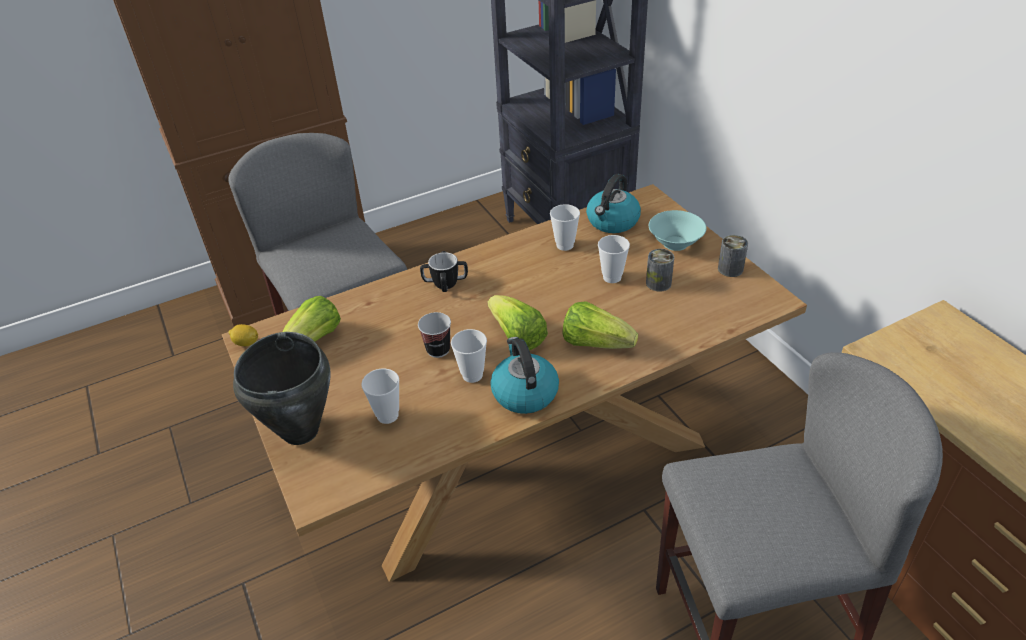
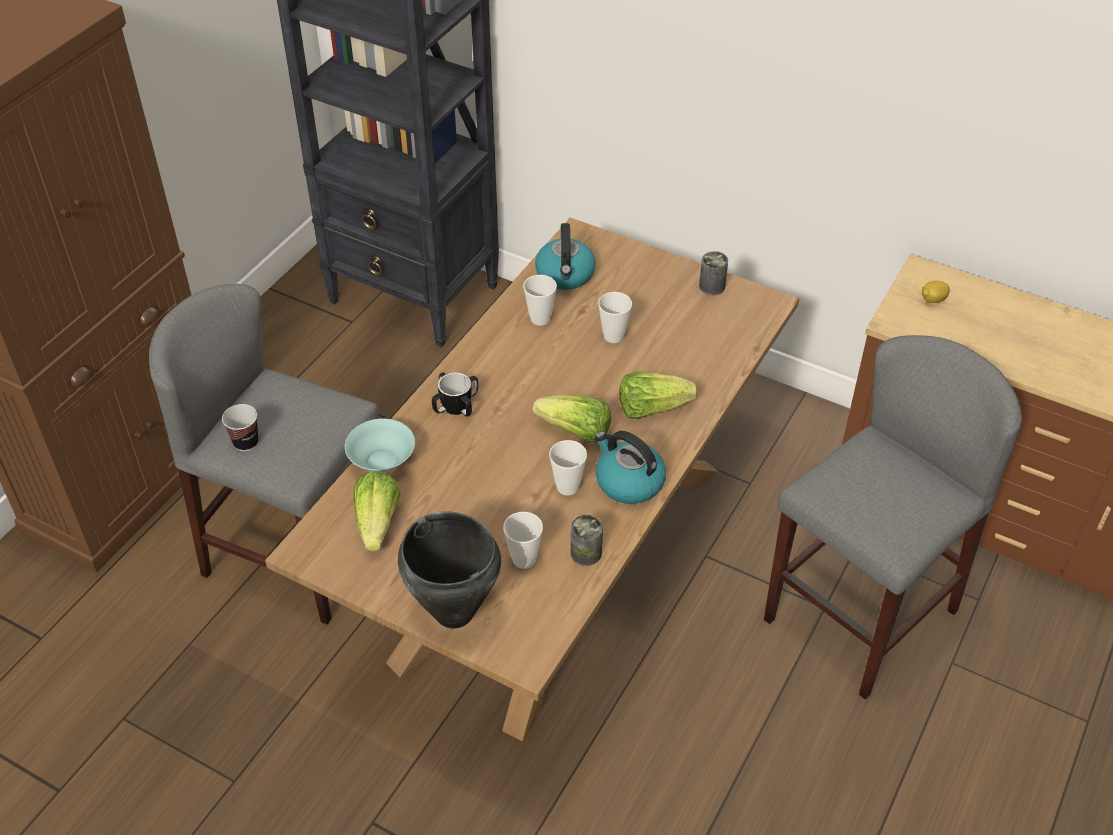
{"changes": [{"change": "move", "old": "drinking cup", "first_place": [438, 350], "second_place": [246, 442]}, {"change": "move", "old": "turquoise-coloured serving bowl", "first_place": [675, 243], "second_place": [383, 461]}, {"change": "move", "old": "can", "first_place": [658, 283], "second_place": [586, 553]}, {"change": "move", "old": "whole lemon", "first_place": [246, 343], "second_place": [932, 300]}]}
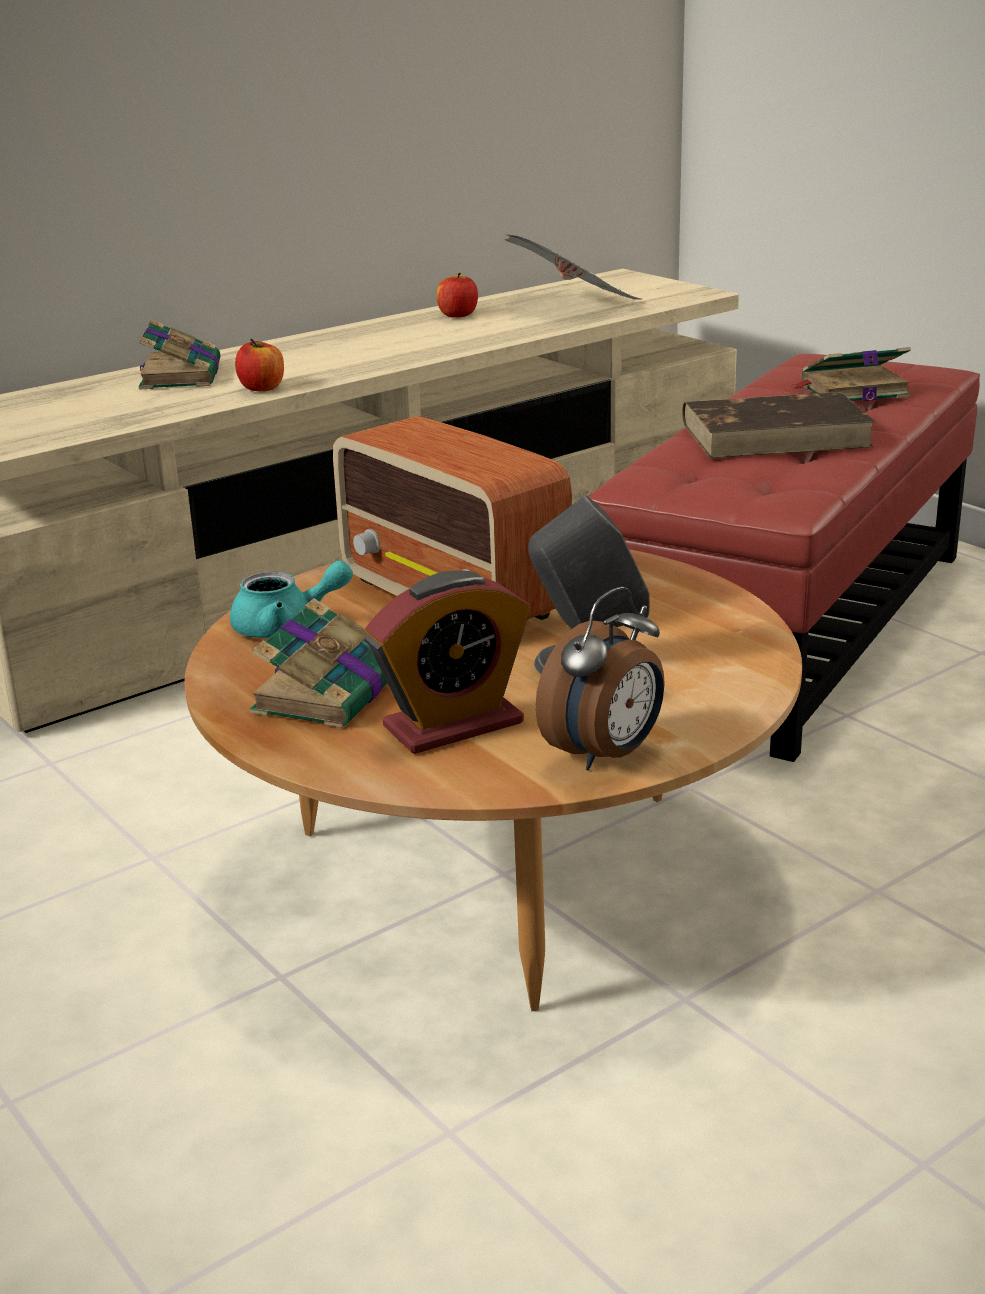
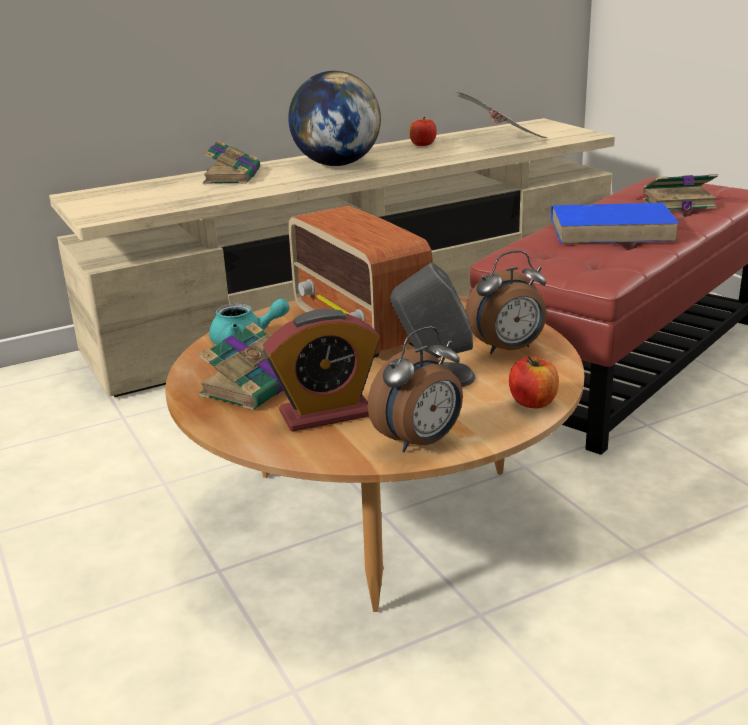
{"changes": [{"change": "insert", "new": "world globe", "second_place": [336, 164]}, {"change": "insert", "new": "alarm clock", "second_place": [508, 349]}, {"change": "move", "old": "apple", "first_place": [262, 388], "second_place": [533, 402]}, {"change": "recolor", "old": "brownish volume", "new": "blue-coloured volume", "first_place": [777, 434], "second_place": [613, 230]}]}
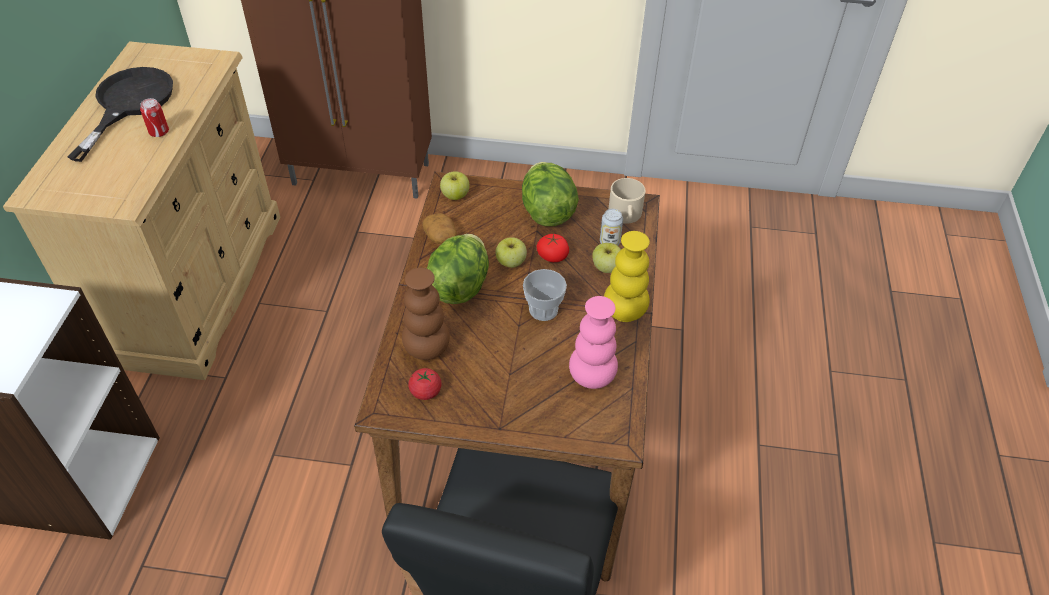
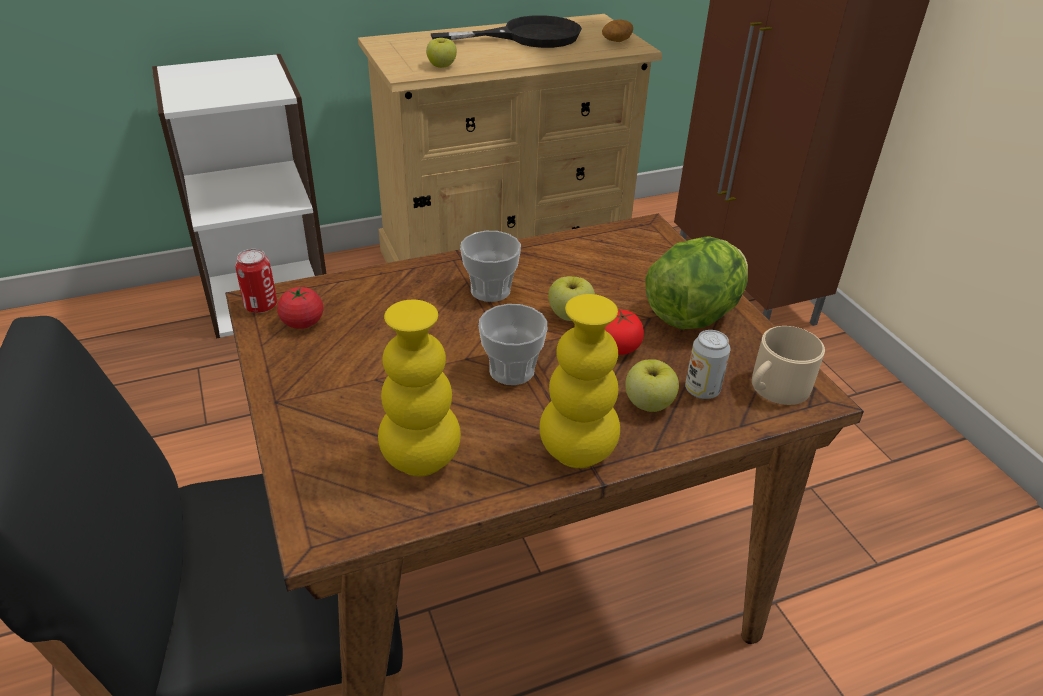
{"changes": [{"change": "move", "old": "can", "first_place": [159, 132], "second_place": [261, 306]}, {"change": "recolor", "old": "pink-coloured vase", "new": "yellow-coloured vase", "first_place": [591, 377], "second_place": [421, 460]}, {"change": "move", "old": "apple", "first_place": [455, 195], "second_place": [442, 66]}, {"change": "replace", "old": "lettuce", "new": "drinking cup", "first_place": [459, 287], "second_place": [490, 290]}, {"change": "move", "old": "potato", "first_place": [441, 237], "second_place": [616, 41]}, {"change": "delete", "old": "brownish vase", "first_place": [427, 349]}]}
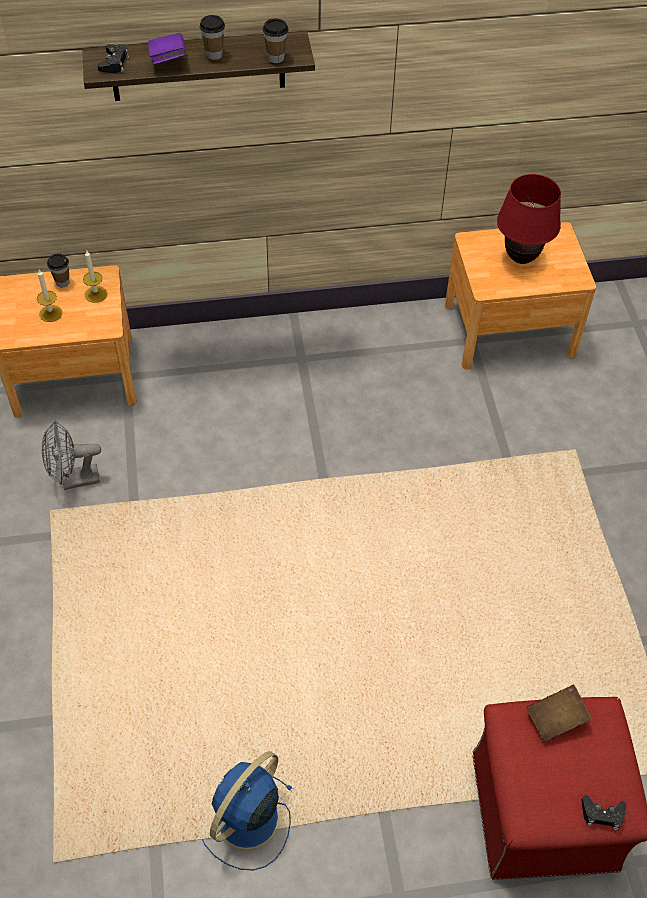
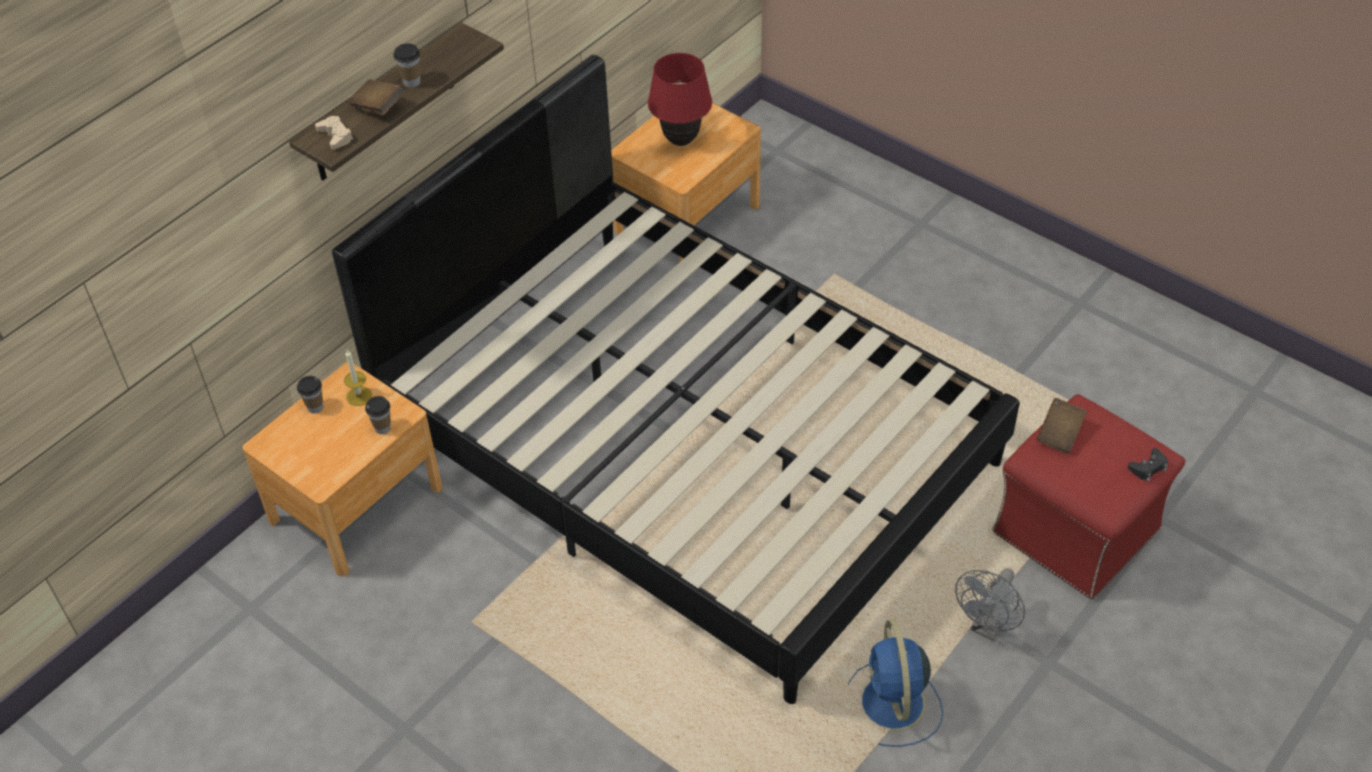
{"changes": [{"change": "recolor", "old": "black joypad", "new": "beige-coloured joypad", "first_place": [114, 63], "second_place": [335, 136]}, {"change": "insert", "new": "black bed", "second_place": [688, 444]}, {"change": "recolor", "old": "purplish volume", "new": "brownish volume", "first_place": [168, 60], "second_place": [378, 108]}, {"change": "move", "old": "drinking cup", "first_place": [276, 58], "second_place": [383, 428]}, {"change": "move", "old": "grey fan", "first_place": [74, 480], "second_place": [987, 627]}, {"change": "delete", "old": "candle", "first_place": [50, 313]}]}
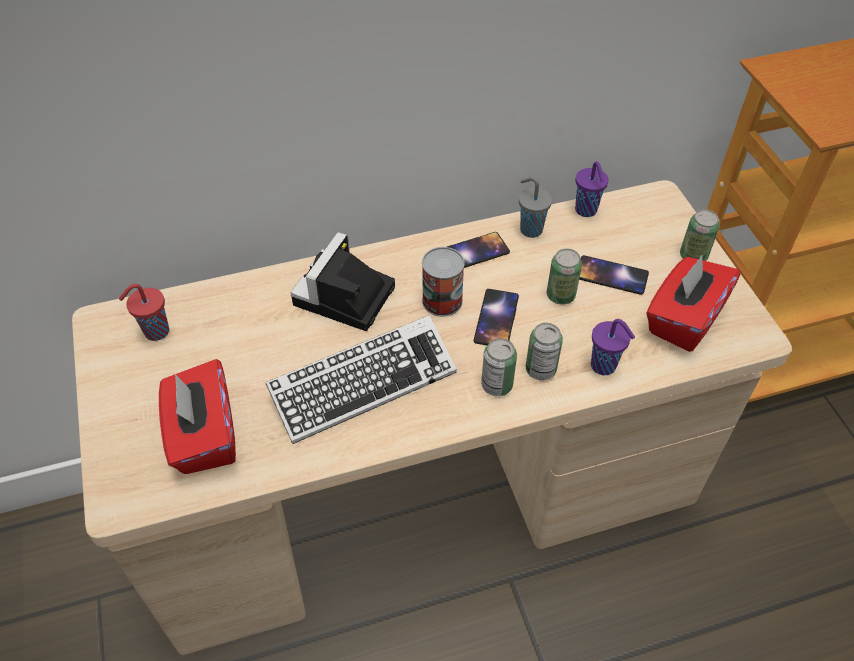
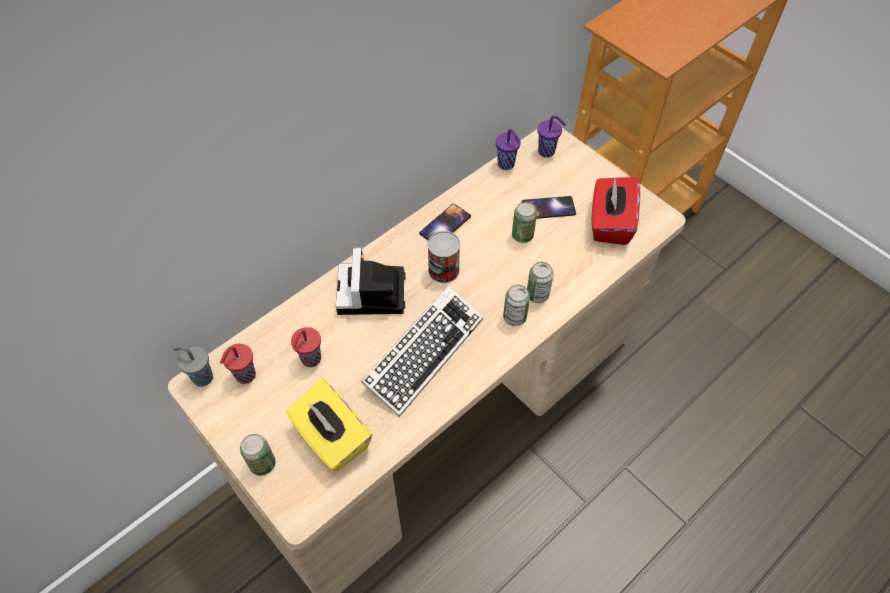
{"changes": [{"change": "move", "old": "grey drinking cup", "first_place": [530, 229], "second_place": [201, 377]}, {"change": "move", "old": "can", "first_place": [693, 256], "second_place": [262, 464]}, {"change": "recolor", "old": "red-coloured box of tissues", "new": "yellow-coloured box of tissues", "first_place": [204, 436], "second_place": [332, 438]}, {"change": "insert", "new": "red-coloured drinking cup", "second_place": [310, 360]}, {"change": "move", "old": "purplish drinking cup", "first_place": [604, 366], "second_place": [547, 152]}, {"change": "delete", "old": "handset", "first_place": [496, 318]}]}
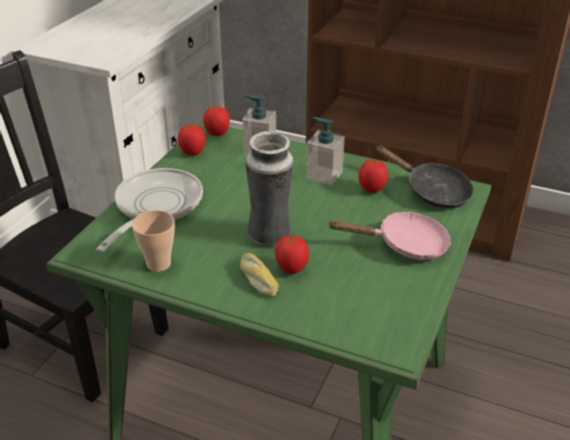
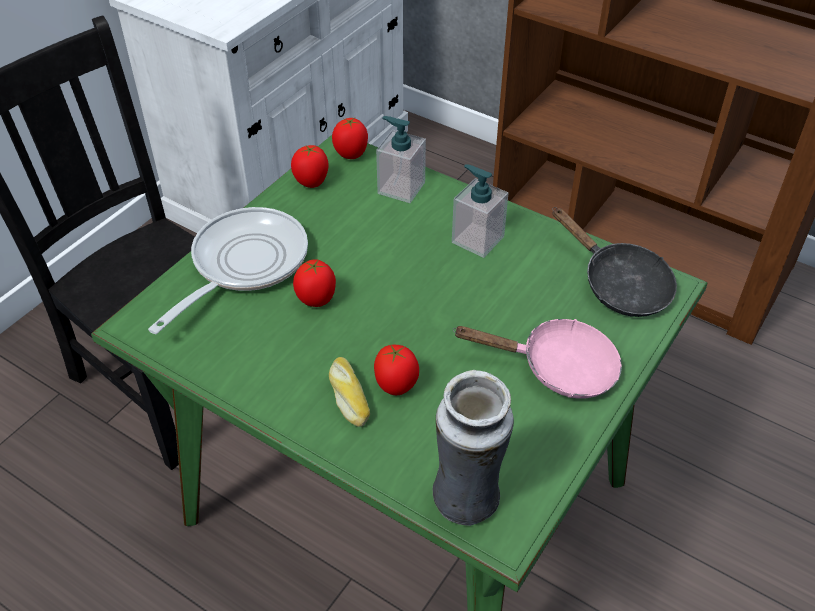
{"changes": [{"change": "move", "old": "whole tomato", "first_place": [372, 190], "second_place": [317, 300]}, {"change": "move", "old": "vase", "first_place": [270, 236], "second_place": [466, 502]}, {"change": "delete", "old": "drinking cup", "first_place": [158, 264]}]}
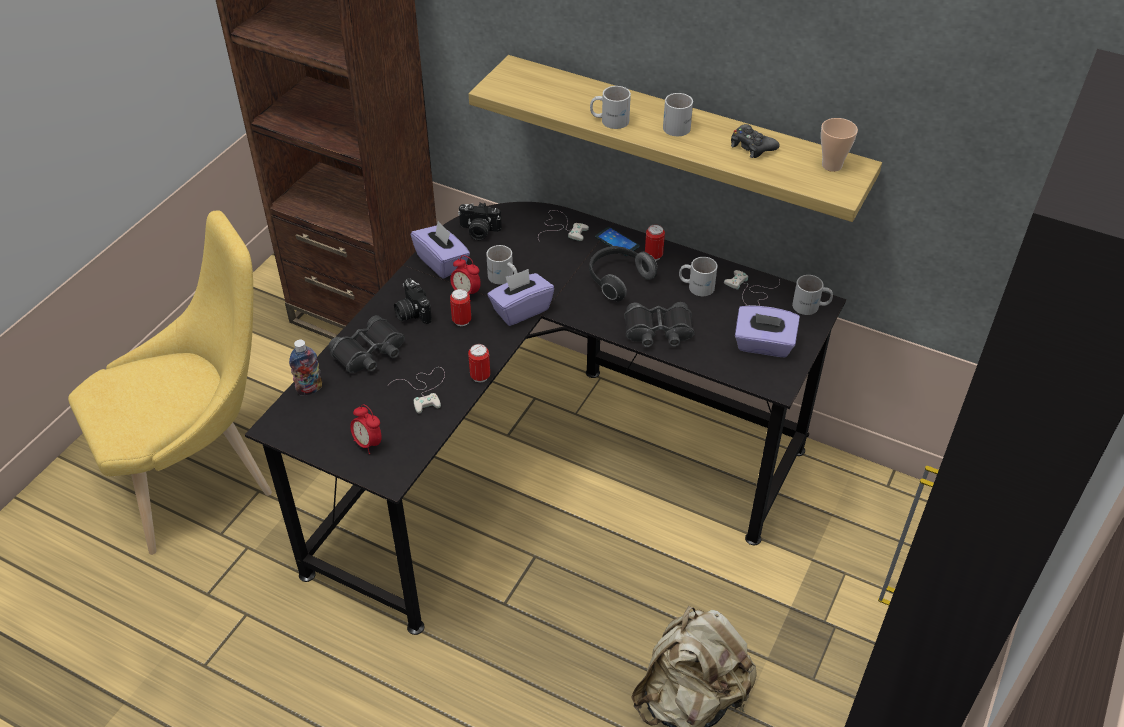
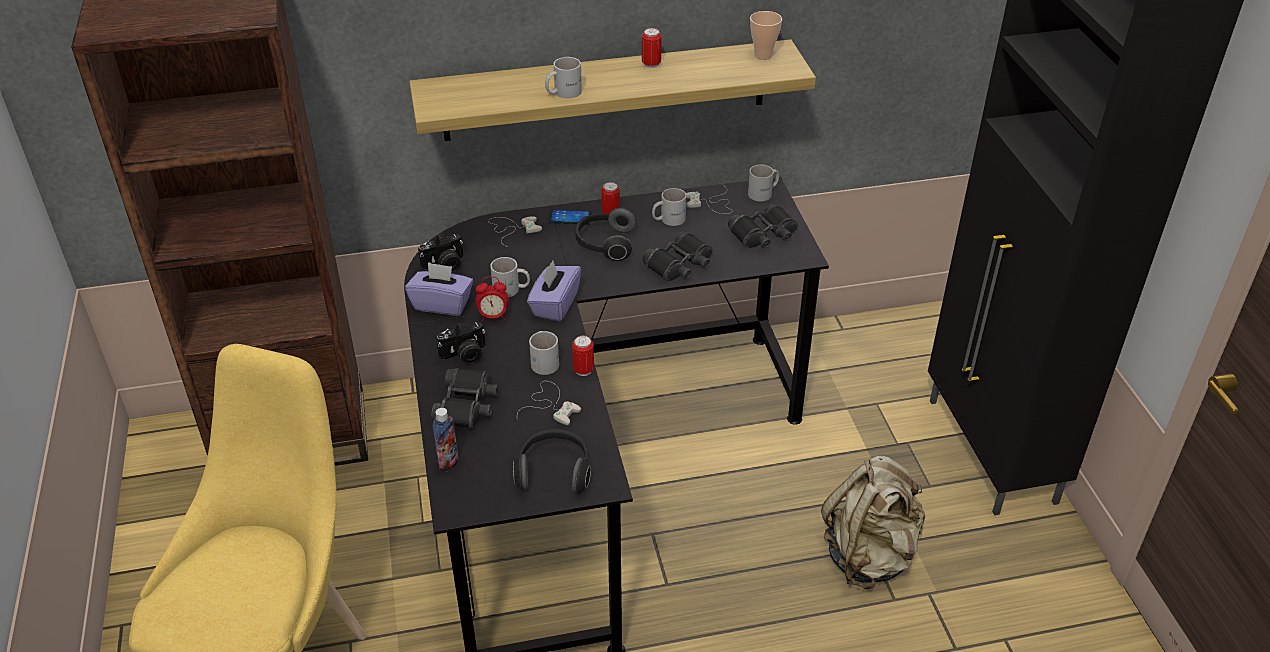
{"changes": [{"change": "rotate", "old": "still camera", "first_place": [411, 313], "second_place": [465, 355], "degrees": -45}, {"change": "replace", "old": "alarm clock", "new": "headphones", "first_place": [368, 443], "second_place": [554, 472]}, {"change": "move", "old": "white mug", "first_place": [680, 125], "second_place": [545, 361]}, {"change": "move", "old": "can", "first_place": [461, 321], "second_place": [651, 64]}, {"change": "replace", "old": "purplish box of tissues", "new": "black field glasses", "first_place": [763, 345], "second_place": [764, 235]}, {"change": "delete", "old": "black joypad", "first_place": [751, 146]}]}
